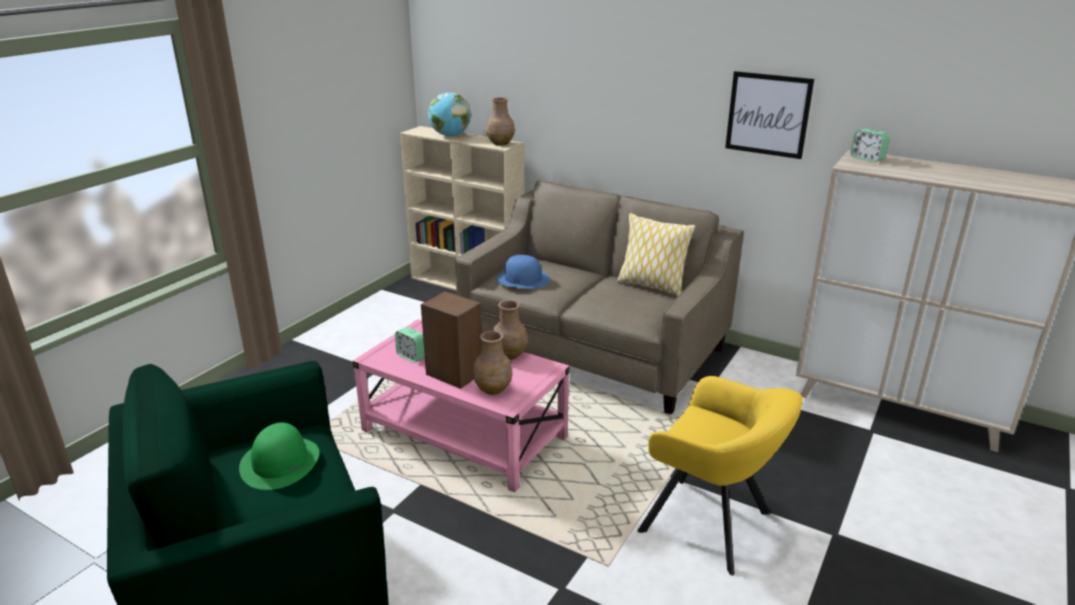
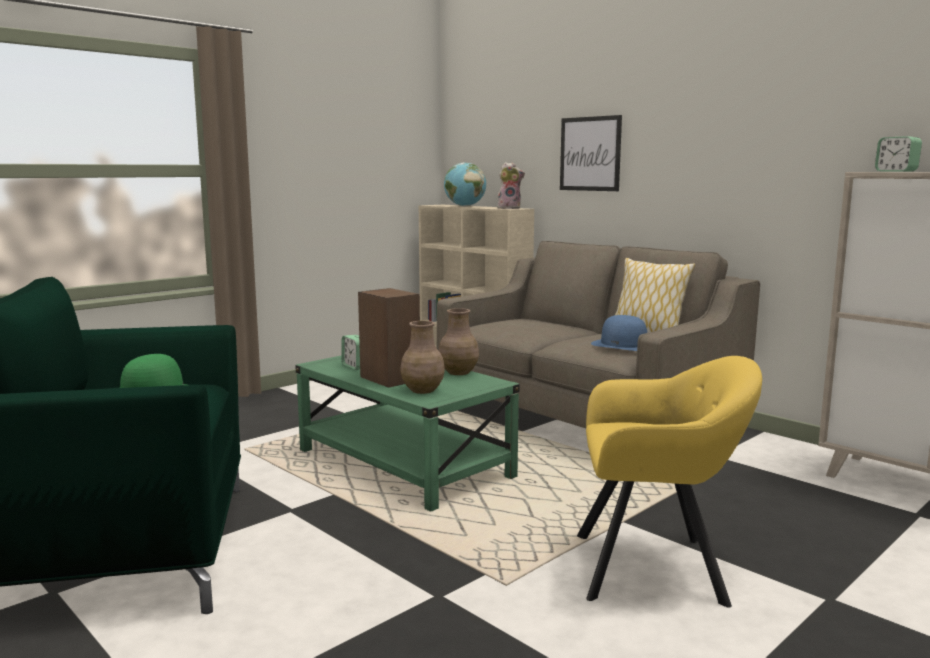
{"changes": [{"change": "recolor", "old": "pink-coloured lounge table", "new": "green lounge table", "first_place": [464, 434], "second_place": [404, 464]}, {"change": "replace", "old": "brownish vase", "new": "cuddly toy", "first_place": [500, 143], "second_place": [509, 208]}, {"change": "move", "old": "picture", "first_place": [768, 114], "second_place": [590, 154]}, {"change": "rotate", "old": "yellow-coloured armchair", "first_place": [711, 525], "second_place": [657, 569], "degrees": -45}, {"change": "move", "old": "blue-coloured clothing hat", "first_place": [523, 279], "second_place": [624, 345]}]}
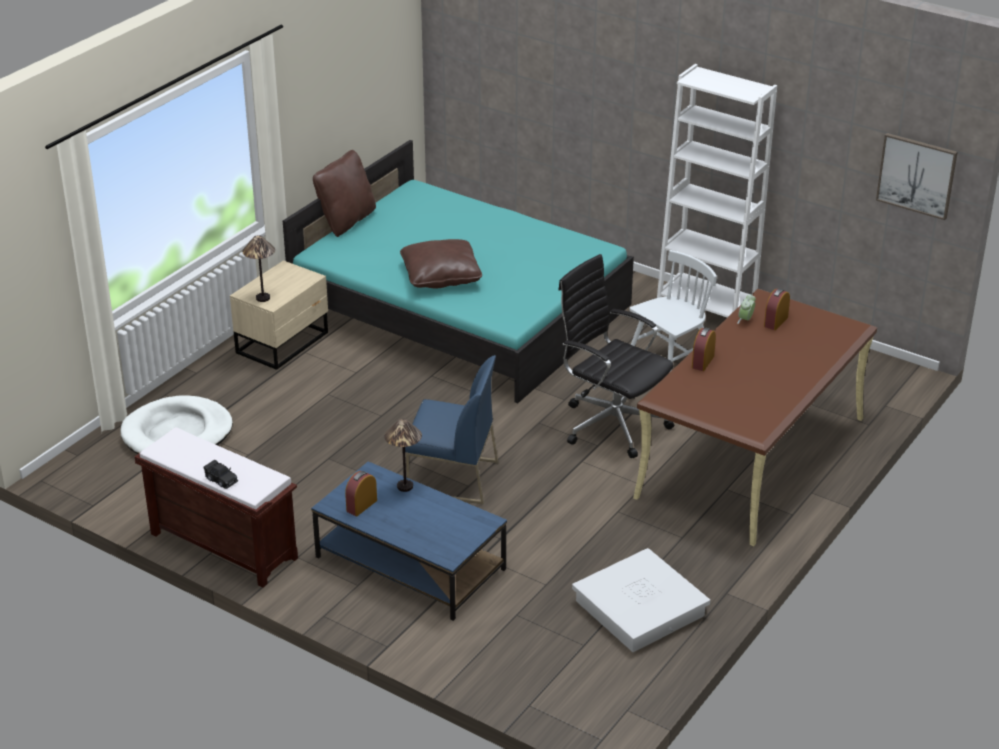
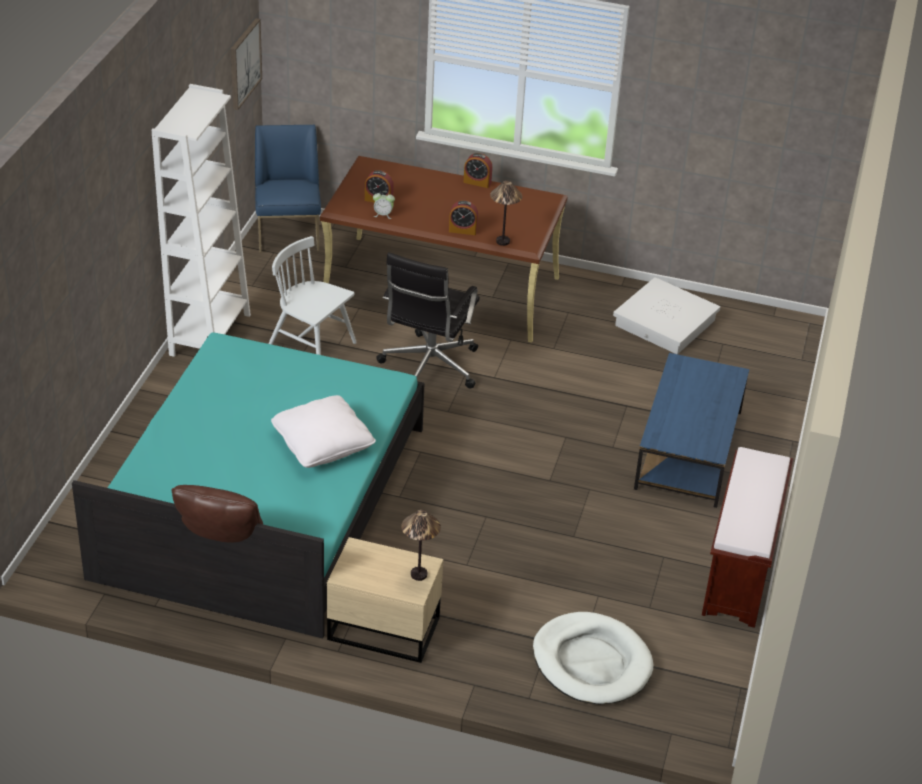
{"changes": [{"change": "move", "old": "blue-coloured chair", "first_place": [452, 478], "second_place": [289, 234]}, {"change": "recolor", "old": "brownish pillow", "new": "white pillow", "first_place": [441, 276], "second_place": [323, 444]}, {"change": "move", "old": "alarm clock", "first_place": [361, 505], "second_place": [477, 182]}, {"change": "move", "old": "lamp for a table", "first_place": [404, 487], "second_place": [503, 241]}, {"change": "delete", "old": "black toy car", "first_place": [221, 480]}]}
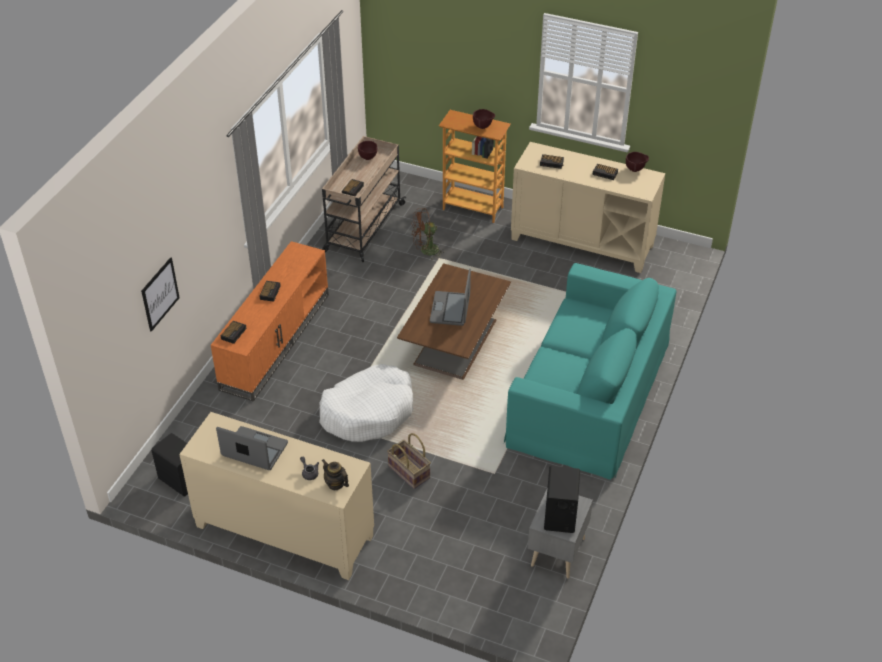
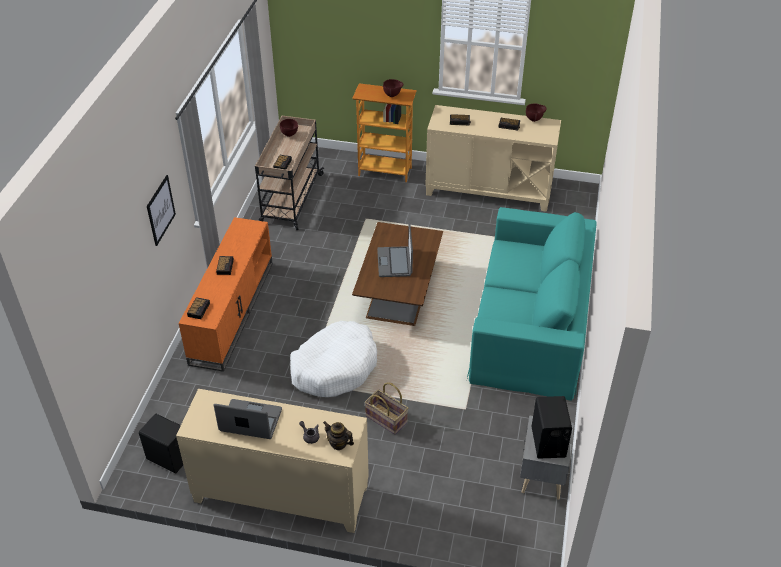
{"changes": [{"change": "move", "old": "picture", "first_place": [160, 294], "second_place": [160, 210]}, {"change": "delete", "old": "brownish fan", "first_place": [425, 251]}]}
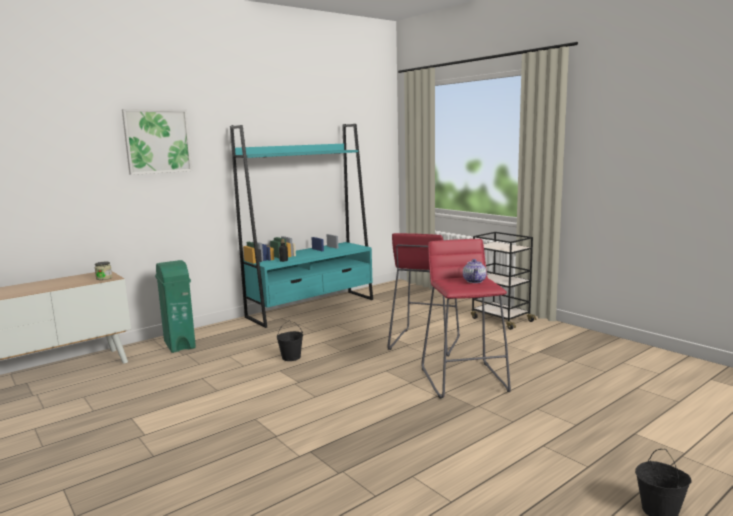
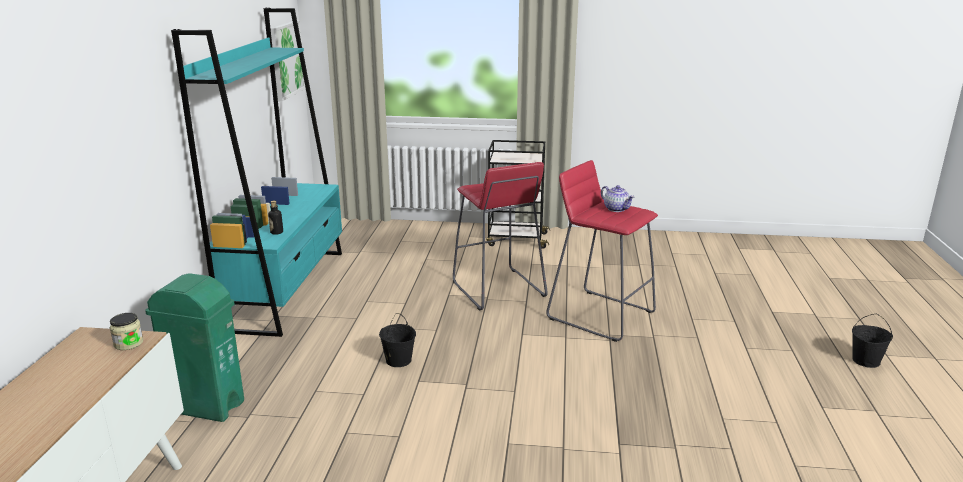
{"changes": [{"change": "move", "old": "picture", "first_place": [157, 141], "second_place": [286, 60]}]}
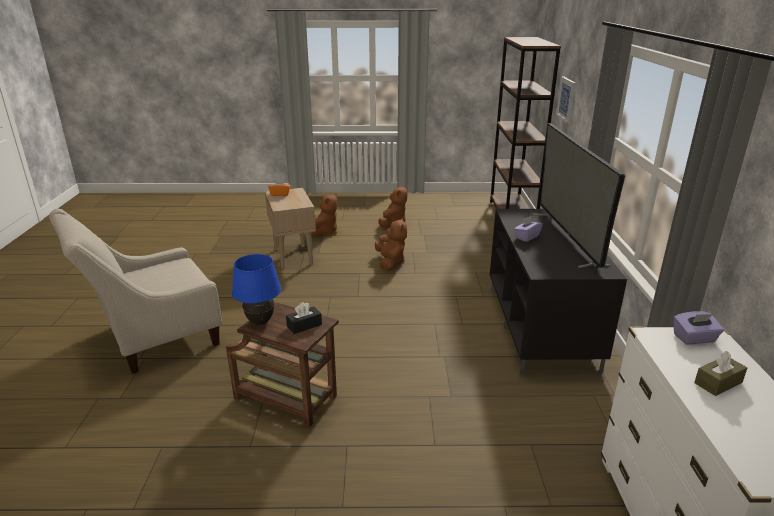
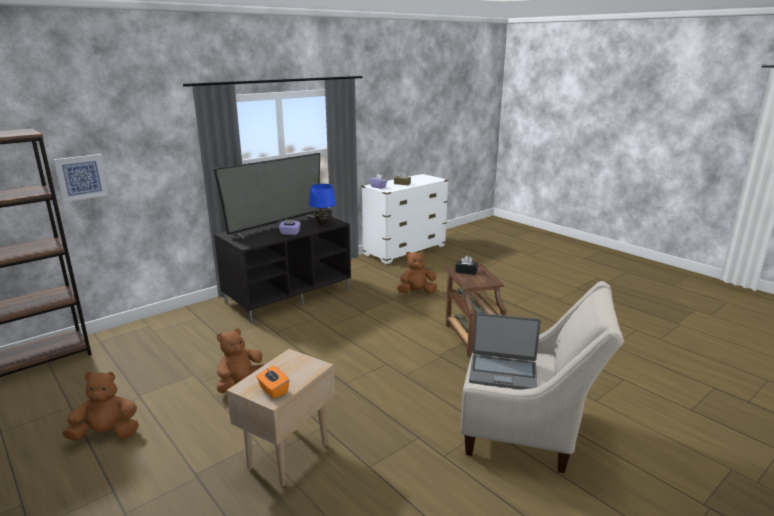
{"changes": [{"change": "move", "old": "blue-coloured lamp for a table", "first_place": [260, 322], "second_place": [323, 224]}, {"change": "move", "old": "brownish cuddly toy", "first_place": [325, 232], "second_place": [416, 292]}, {"change": "insert", "new": "laptop", "second_place": [503, 373]}]}
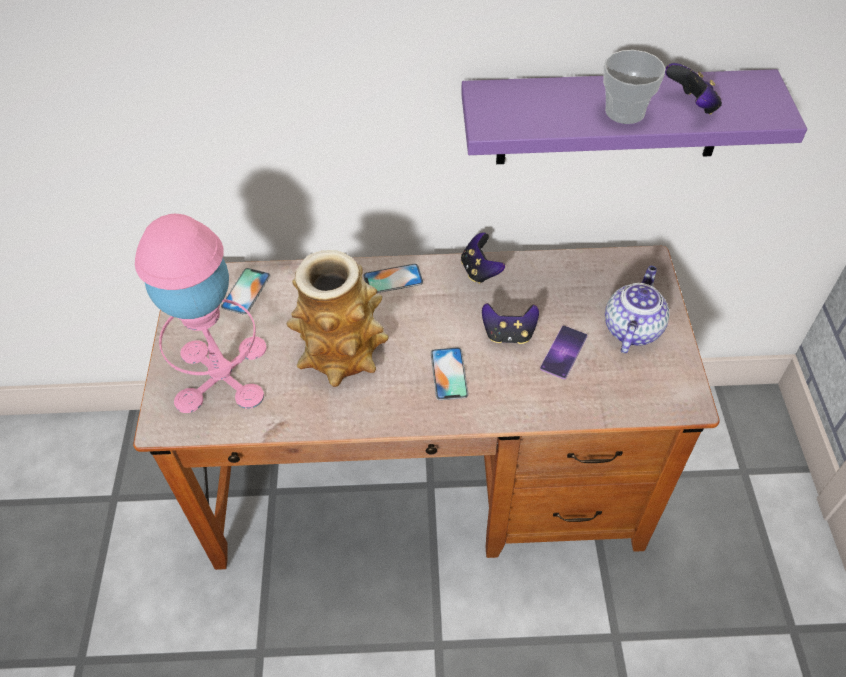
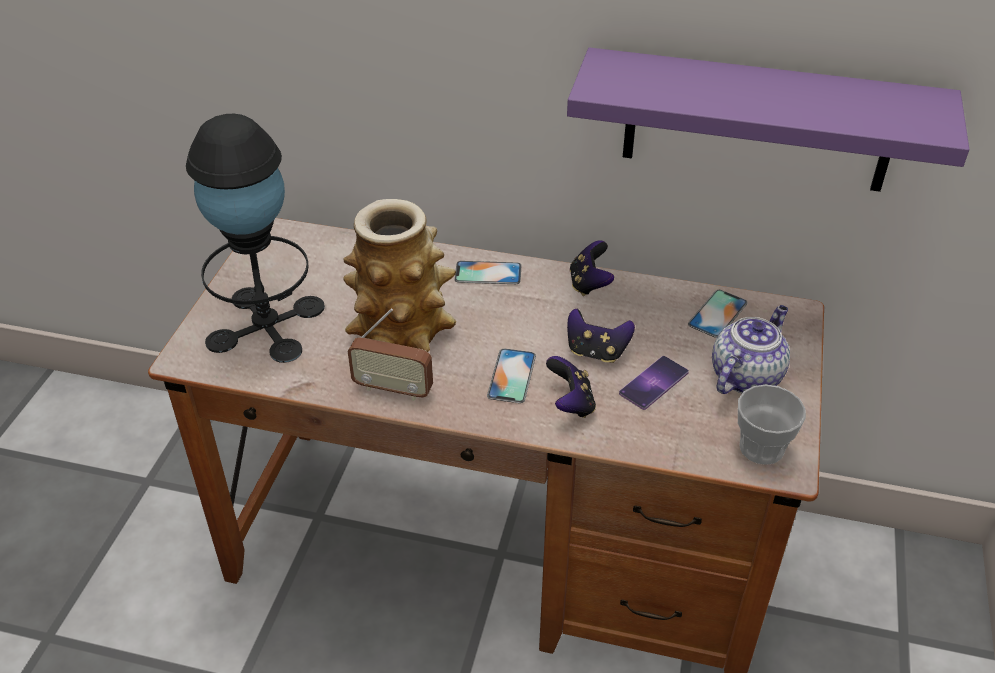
{"changes": [{"change": "recolor", "old": "pink-coloured lamp for a table", "new": "black lamp for a table", "first_place": [221, 374], "second_place": [266, 324]}, {"change": "insert", "new": "radio receiver", "second_place": [393, 389]}, {"change": "move", "old": "joypad", "first_place": [691, 106], "second_place": [570, 404]}, {"change": "move", "old": "handset", "first_place": [246, 291], "second_place": [717, 314]}, {"change": "move", "old": "drinking cup", "first_place": [625, 111], "second_place": [761, 448]}]}
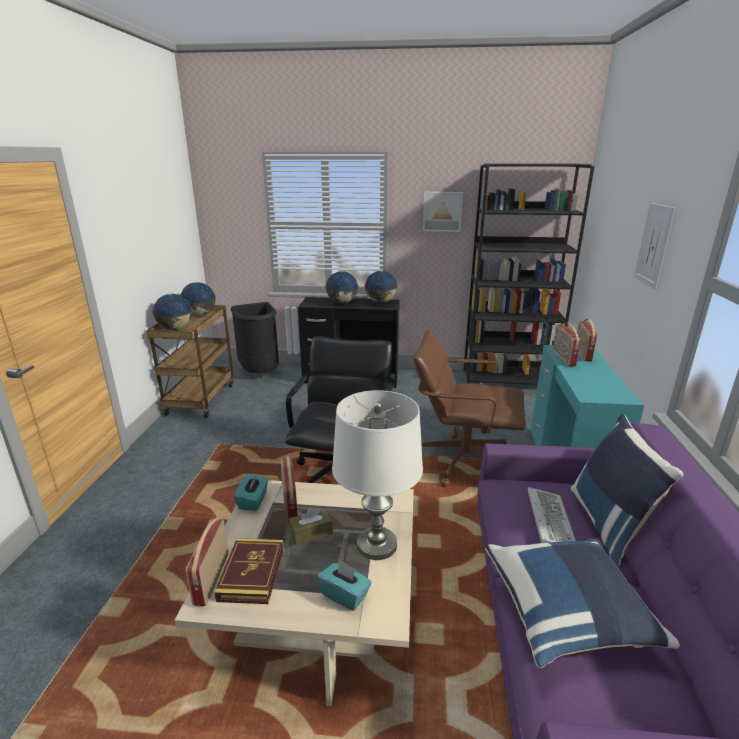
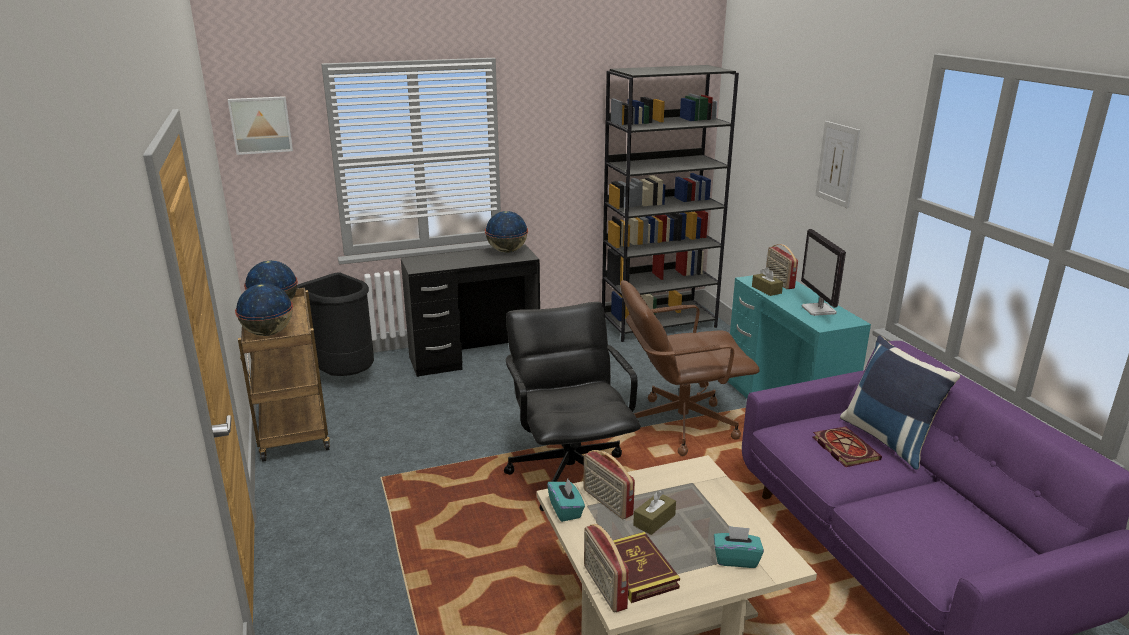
{"changes": [{"change": "move", "old": "picture", "first_place": [442, 211], "second_place": [261, 125]}, {"change": "replace", "old": "radio receiver", "new": "brownish box of tissues", "first_place": [563, 358], "second_place": [766, 290]}, {"change": "insert", "new": "monitor", "second_place": [819, 310]}, {"change": "replace", "old": "computer keyboard", "new": "volume", "first_place": [548, 519], "second_place": [843, 448]}, {"change": "delete", "old": "world globe", "first_place": [342, 302]}, {"change": "delete", "old": "white lamp for a table", "first_place": [377, 545]}, {"change": "delete", "old": "blue-coloured pillow", "first_place": [567, 614]}]}
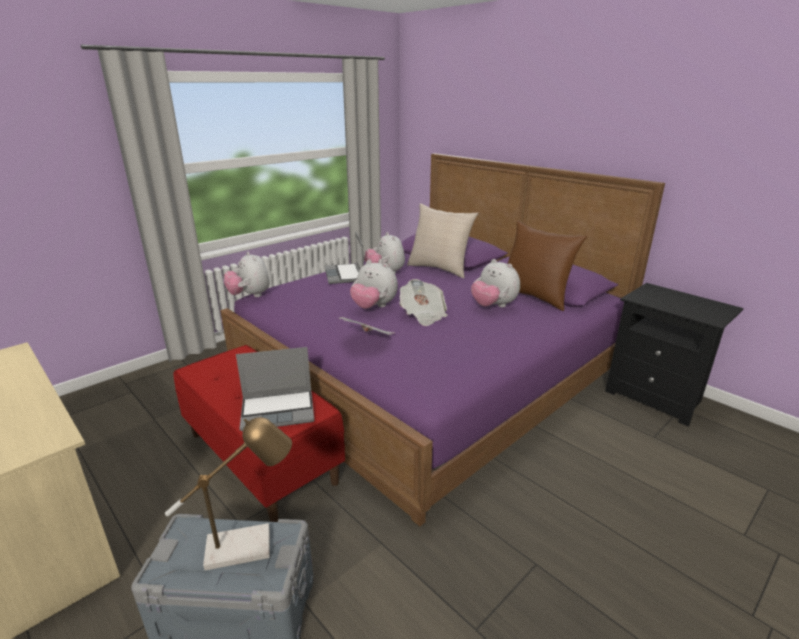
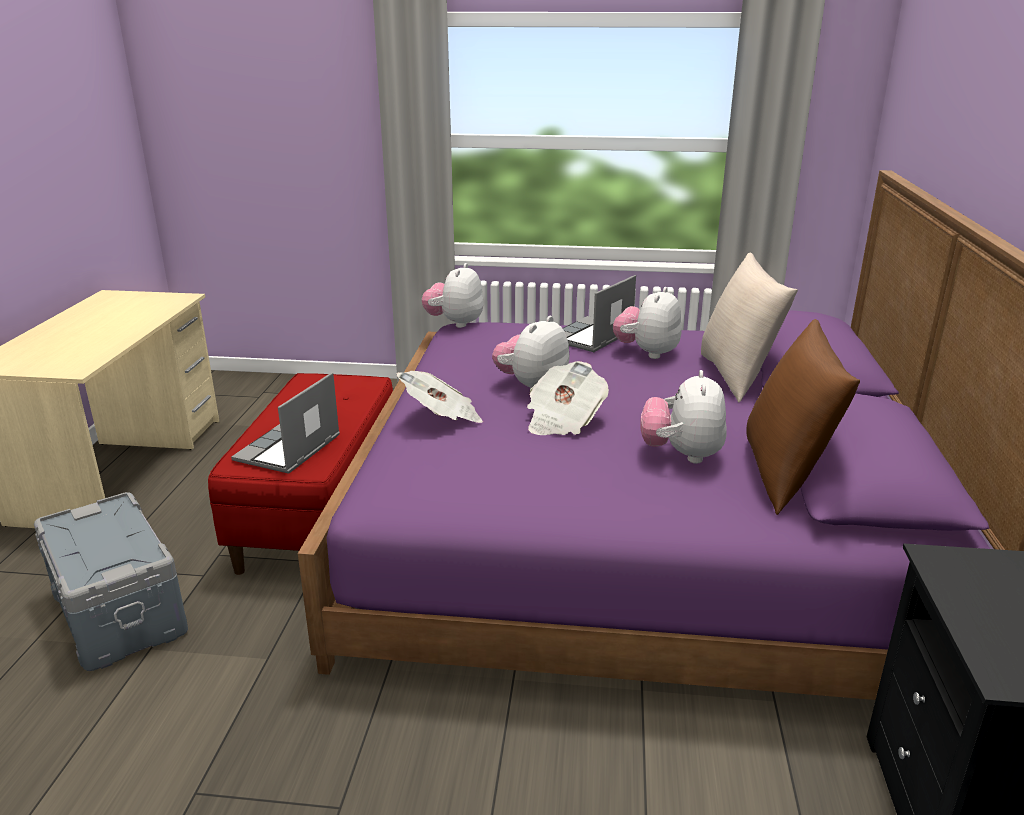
{"changes": [{"change": "rotate", "old": "laptop", "first_place": [279, 410], "second_place": [288, 449], "degrees": 75}, {"change": "rotate", "old": "cuddly toy", "first_place": [374, 307], "second_place": [532, 386], "degrees": 45}, {"change": "delete", "old": "lamp for a table", "first_place": [248, 545]}]}
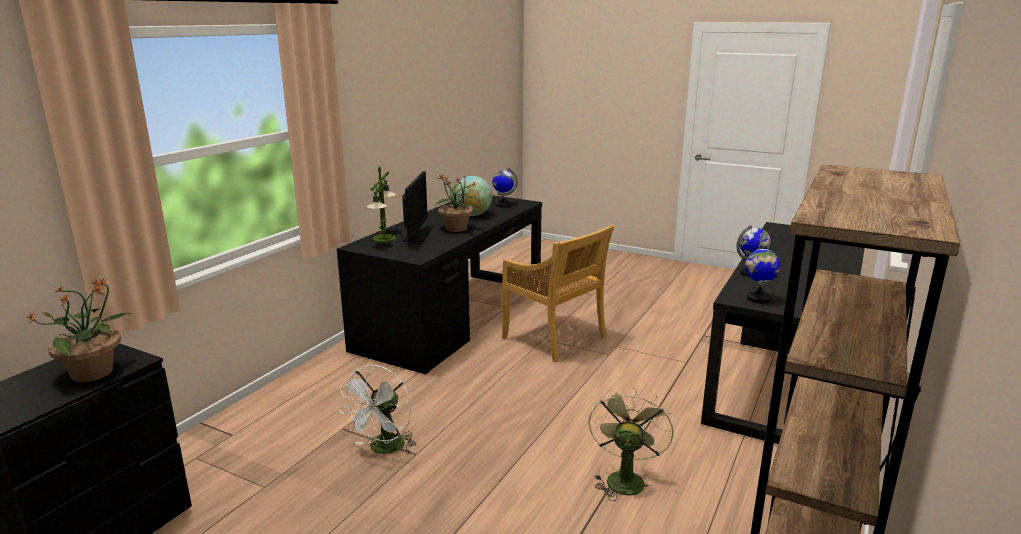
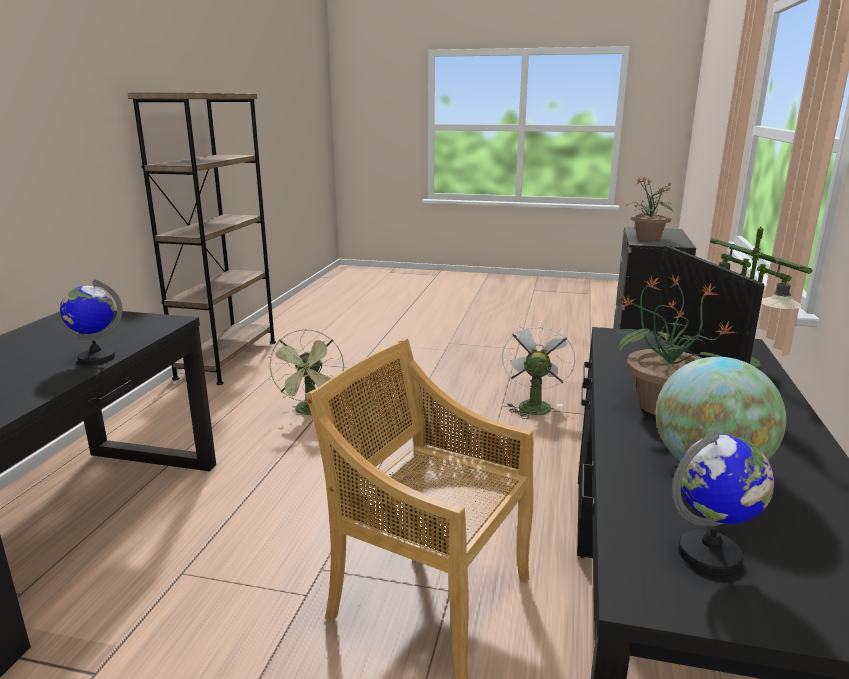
{"changes": [{"change": "delete", "old": "world globe", "first_place": [758, 299]}]}
